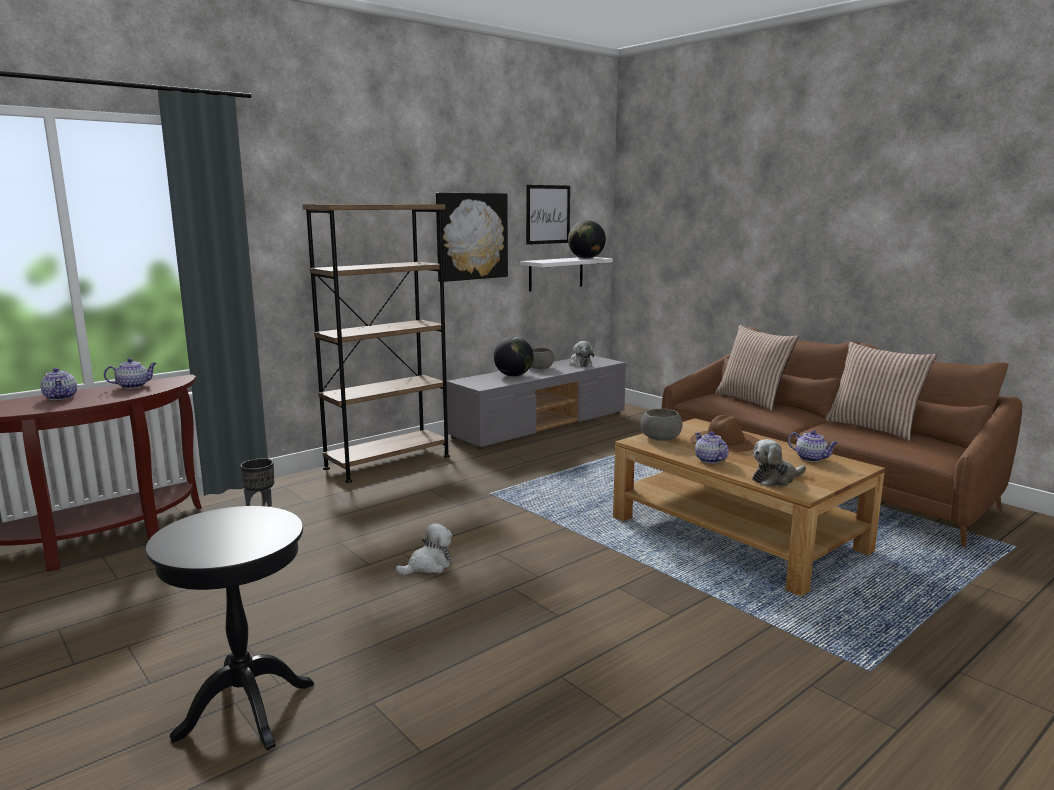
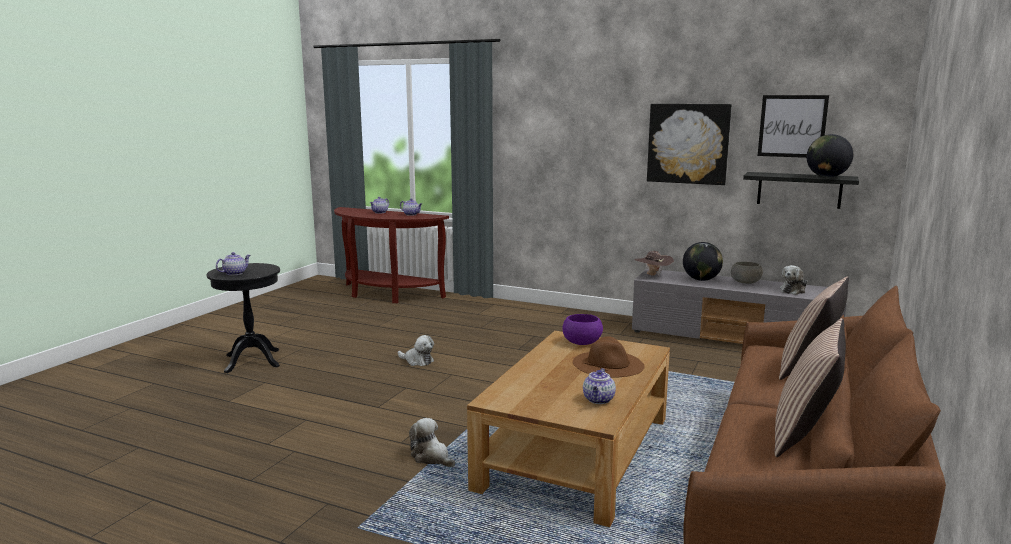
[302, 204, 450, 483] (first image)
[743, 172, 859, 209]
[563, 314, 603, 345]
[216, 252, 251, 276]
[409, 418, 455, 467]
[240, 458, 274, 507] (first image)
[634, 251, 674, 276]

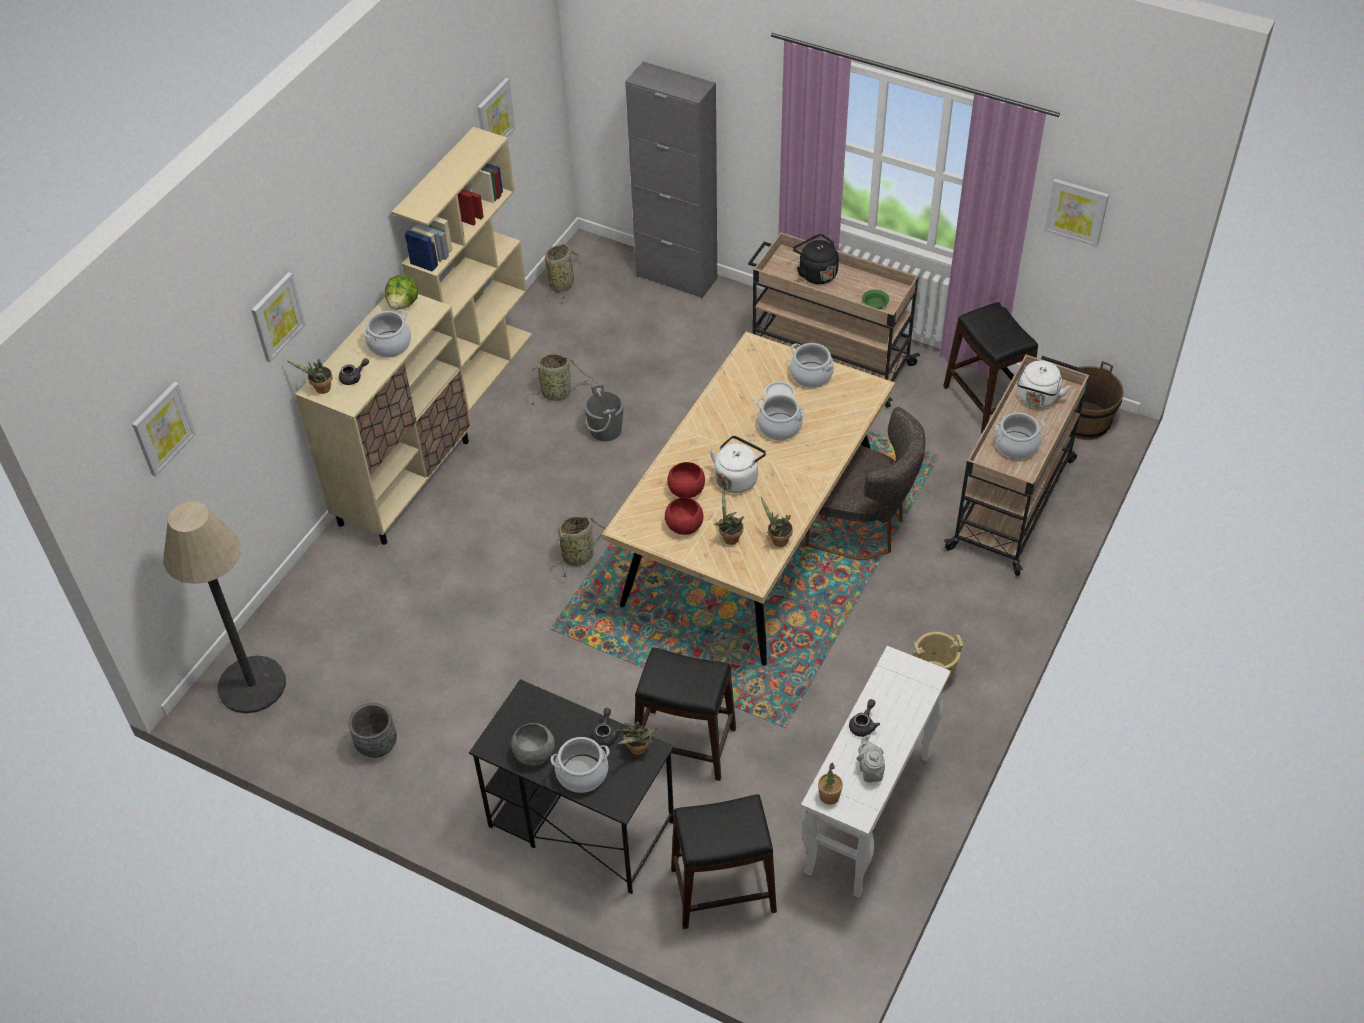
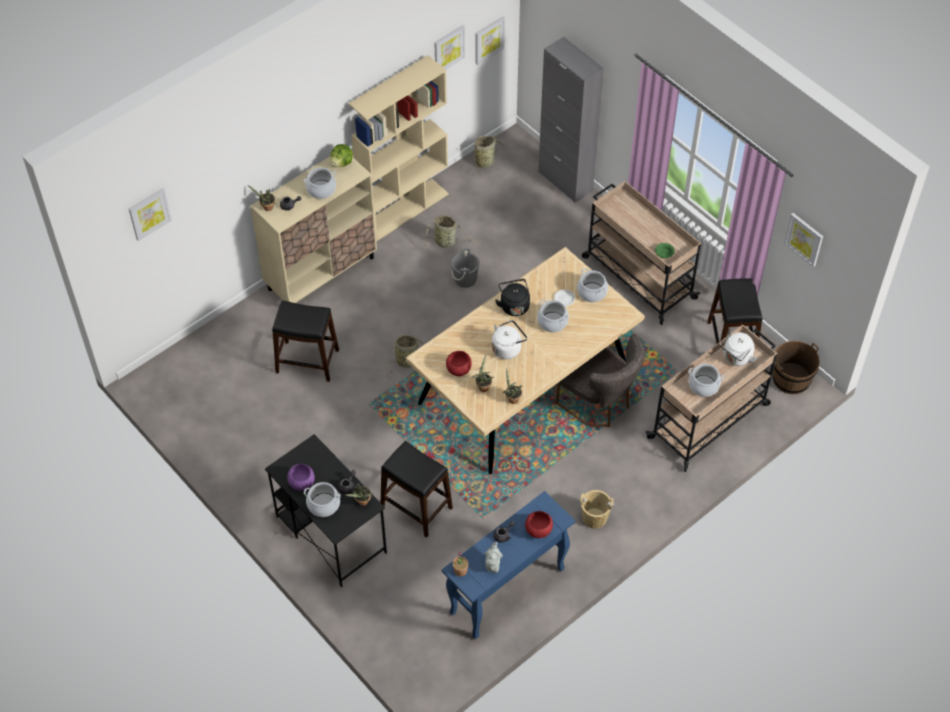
[495, 279, 530, 316]
[476, 17, 505, 65]
[525, 511, 553, 538]
[163, 501, 286, 713] (first image)
[442, 491, 575, 639]
[348, 703, 397, 758] (first image)
[287, 464, 315, 491]
[272, 301, 339, 382]

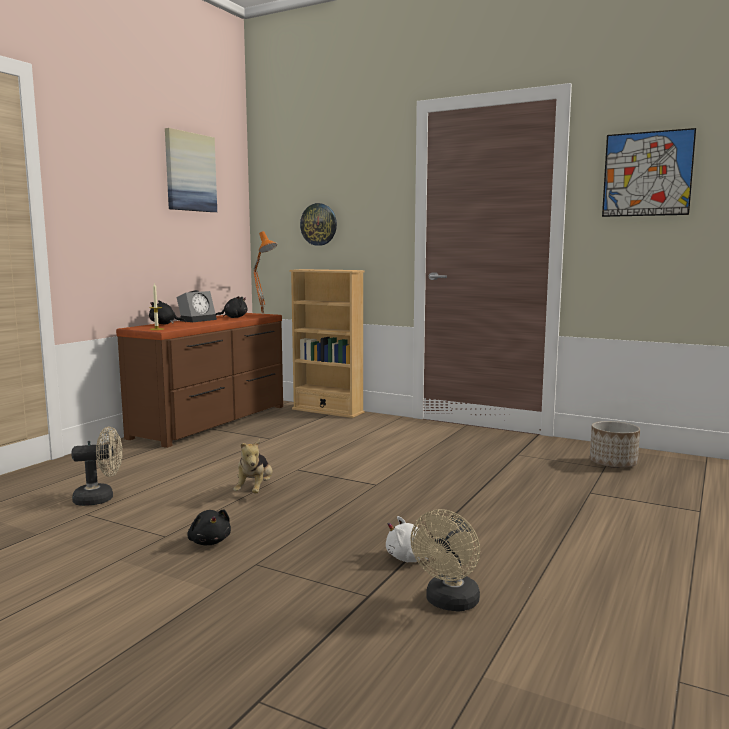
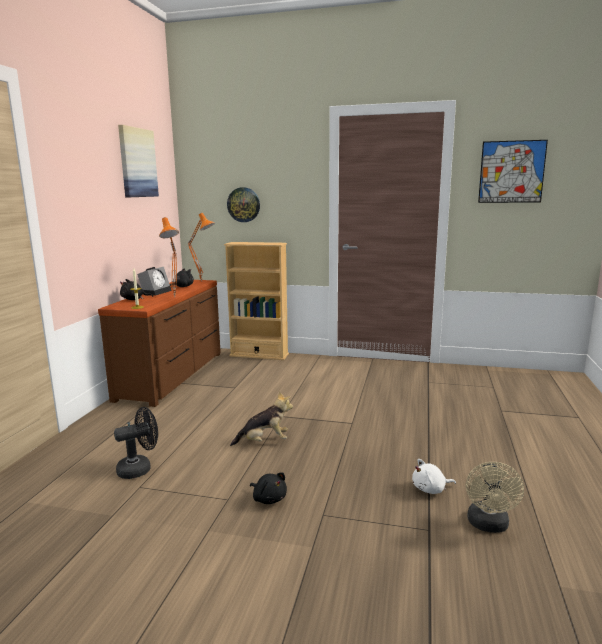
[590, 421, 640, 468] (first image)
[114, 407, 158, 479]
[230, 391, 293, 446]
[159, 217, 179, 297]

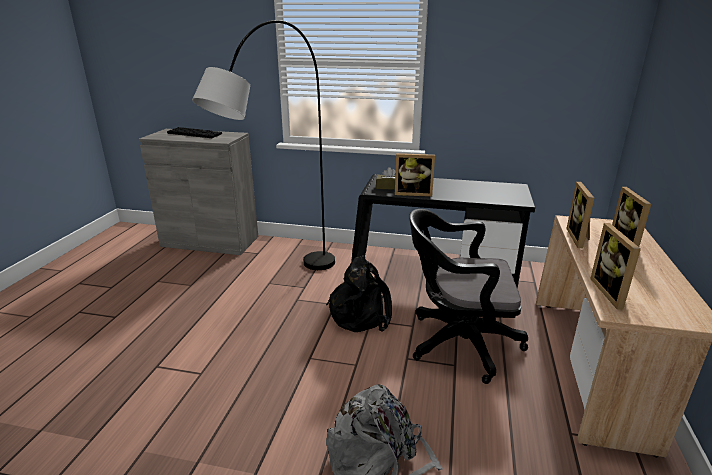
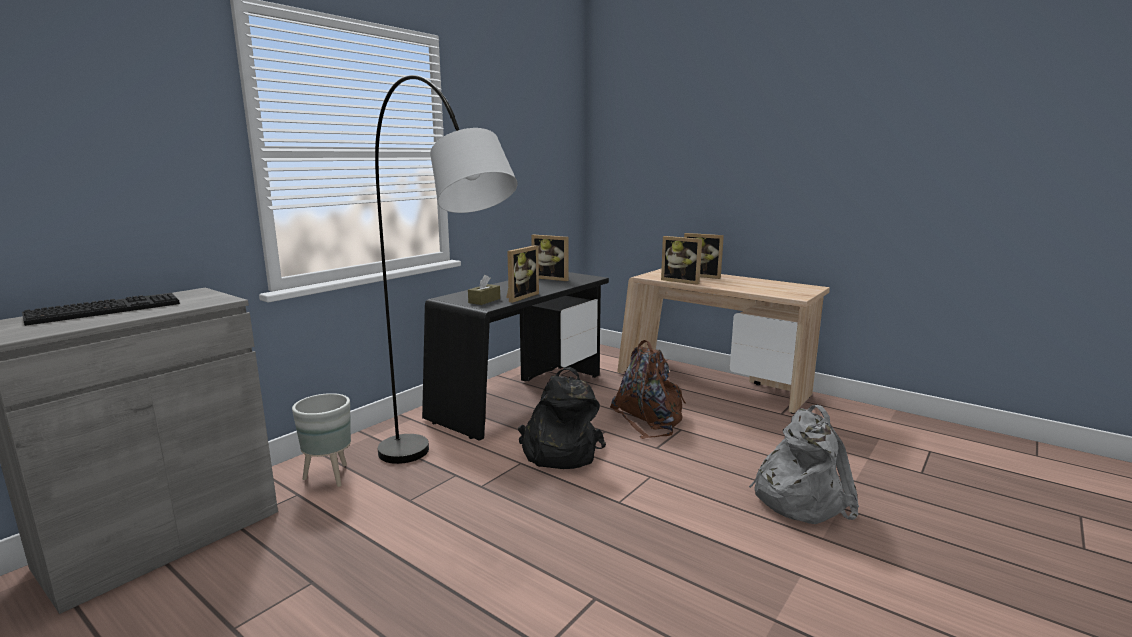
[610, 340, 686, 439]
[531, 235, 568, 281]
[292, 393, 351, 487]

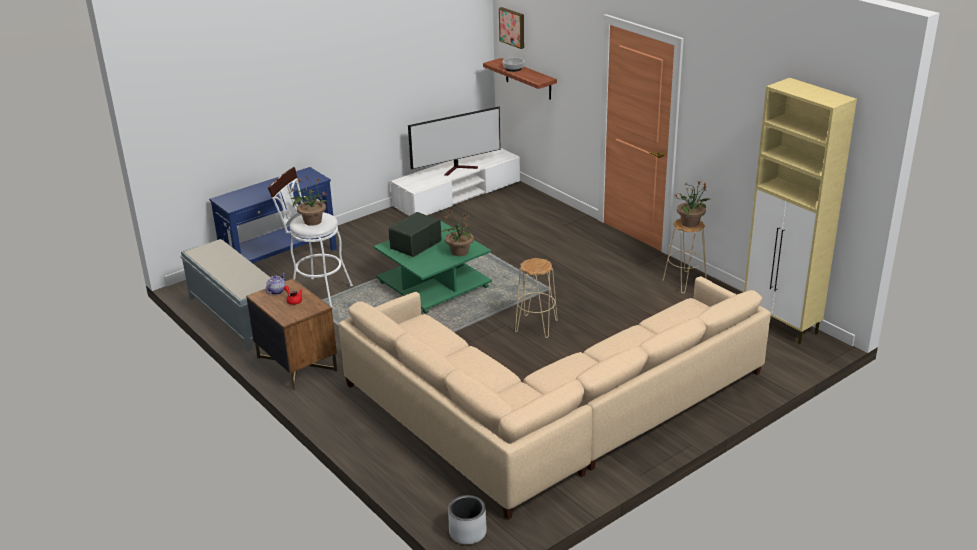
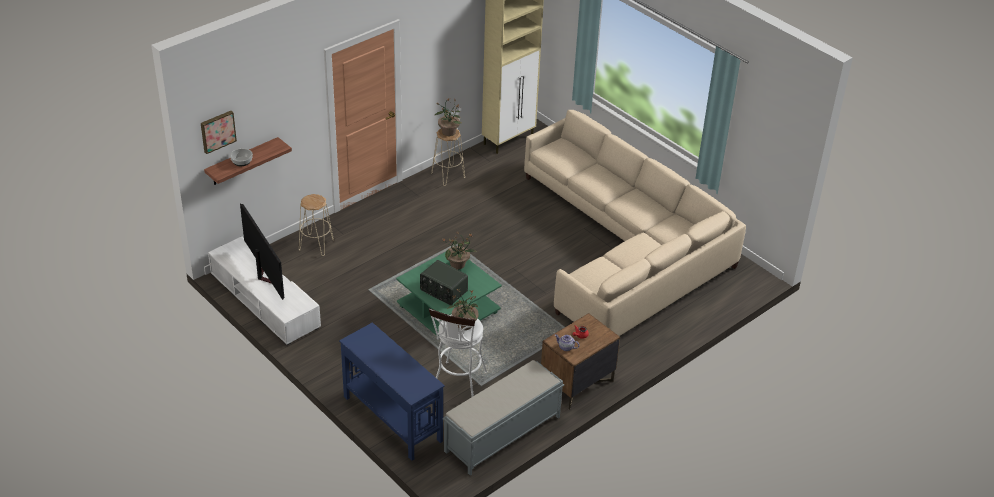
[299, 194, 334, 256]
[448, 495, 487, 544] (first image)

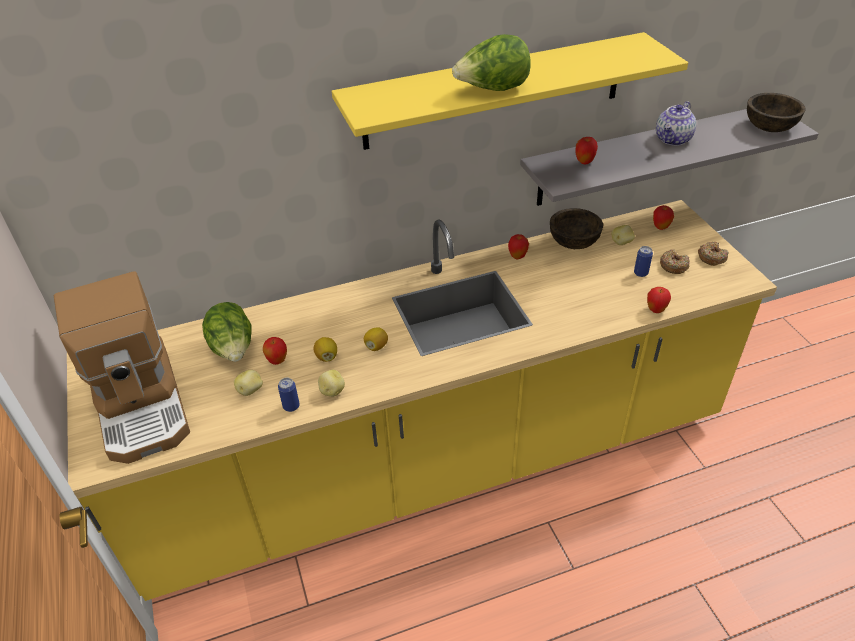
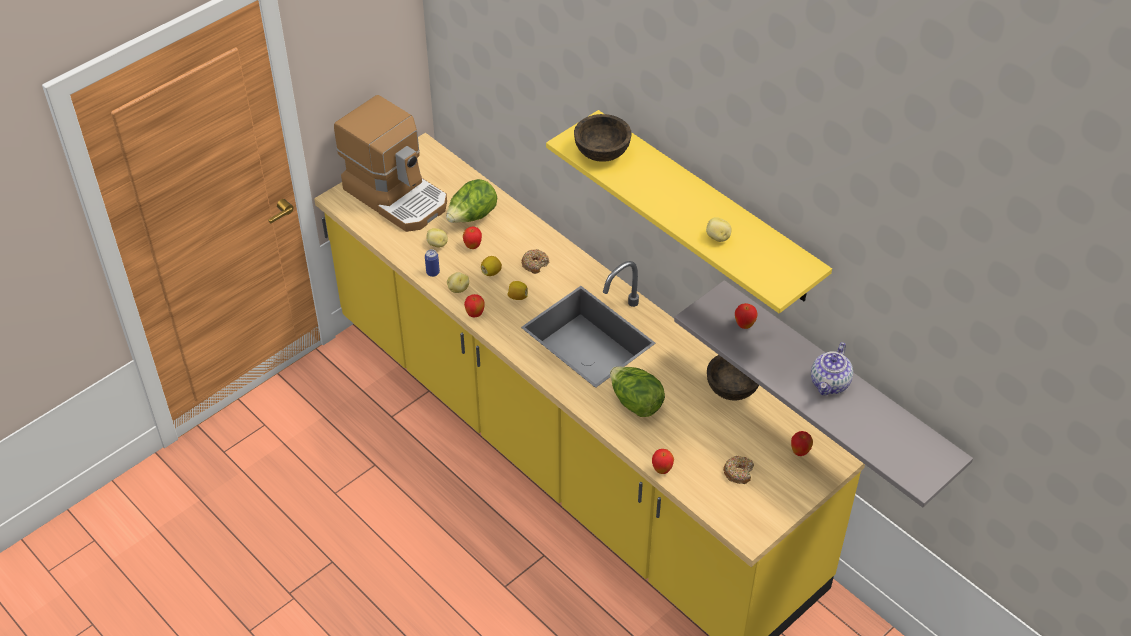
[610, 366, 665, 417]
[574, 114, 631, 162]
[811, 342, 853, 395]
[706, 217, 732, 242]
[464, 294, 485, 317]
[521, 249, 549, 274]
[634, 246, 653, 277] (first image)
[334, 95, 447, 232]

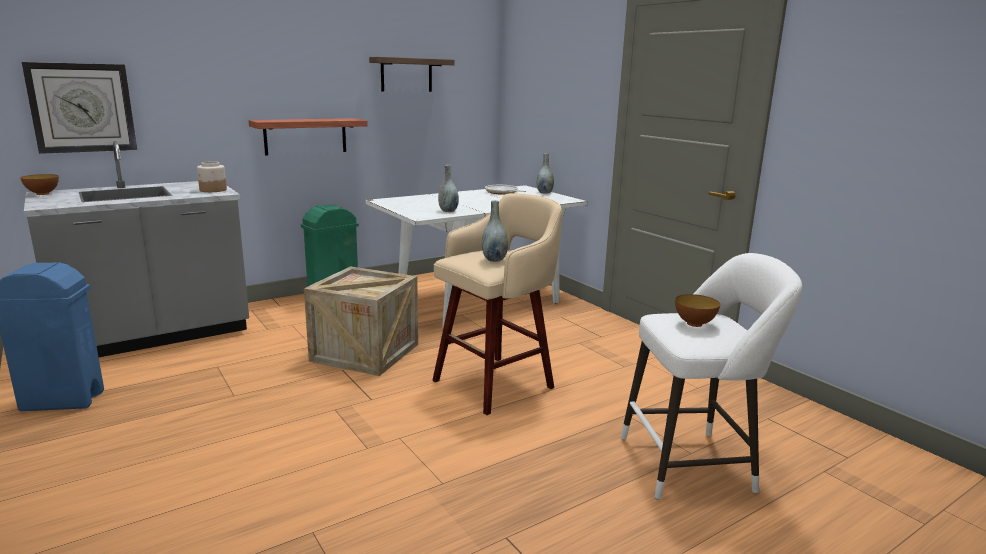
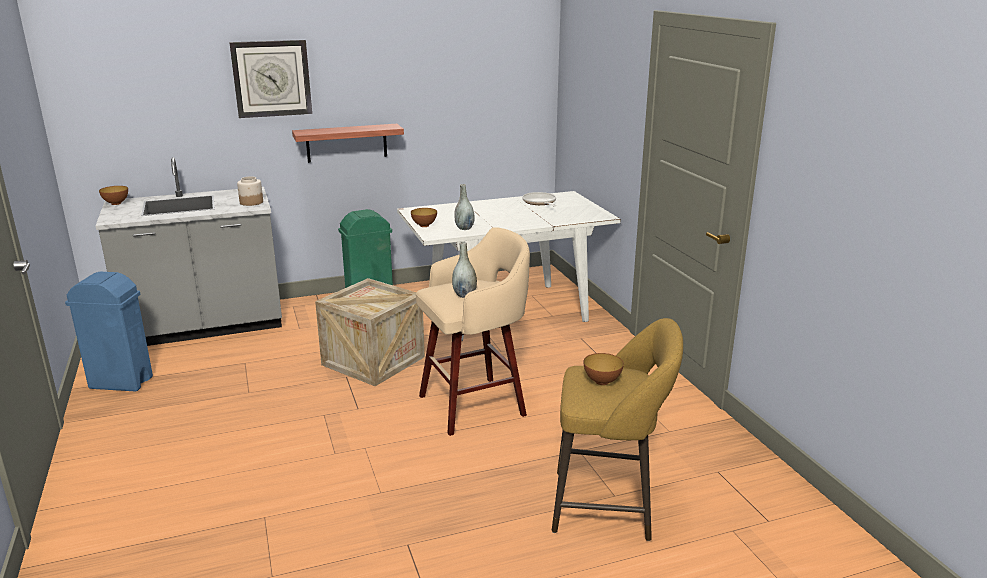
[369, 57, 454, 92] (first image)
[229, 40, 312, 118]
[537, 153, 554, 194] (first image)
[552, 318, 683, 541]
[411, 208, 437, 227]

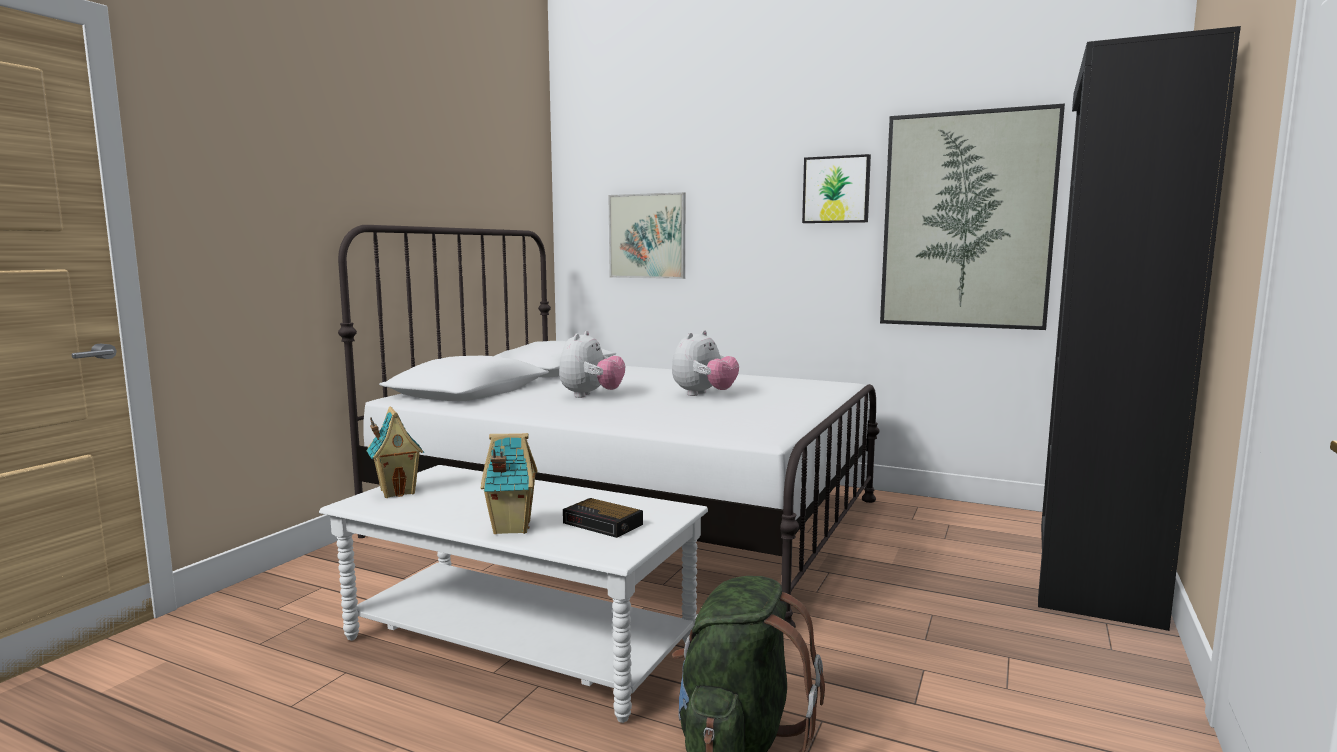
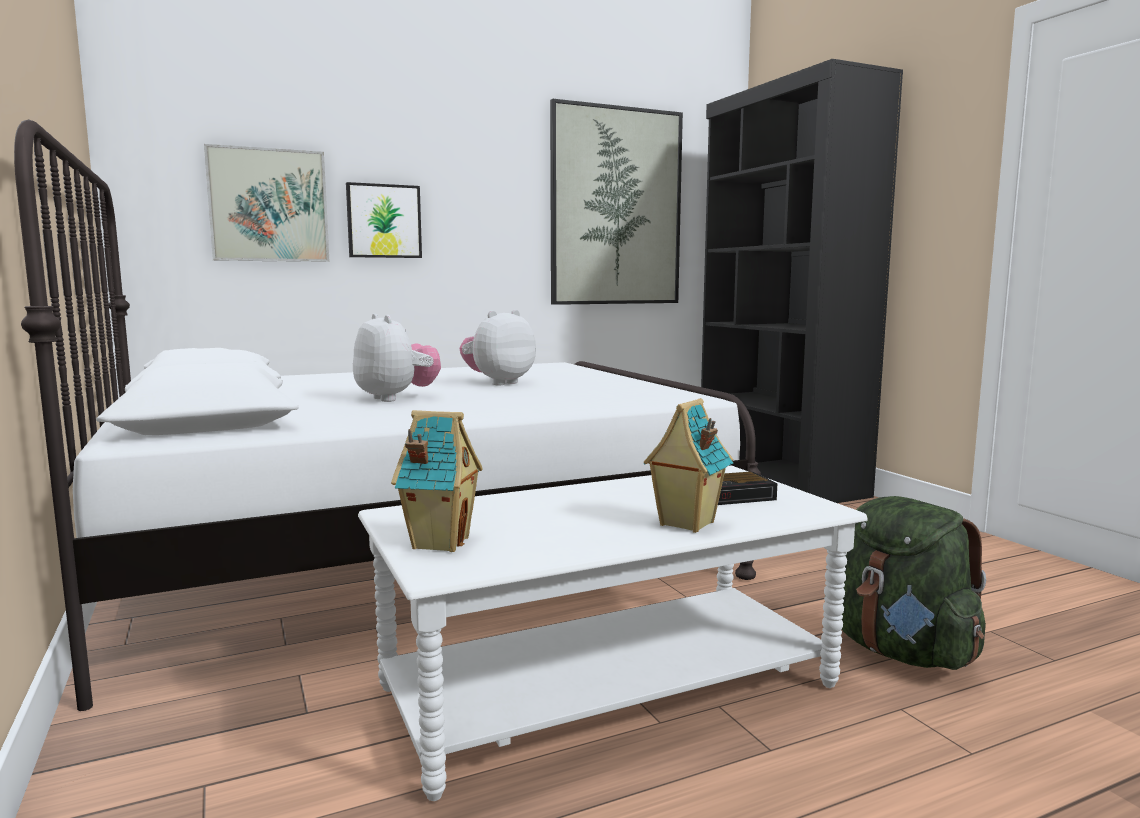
[346, 182, 422, 258]
[459, 309, 536, 385]

